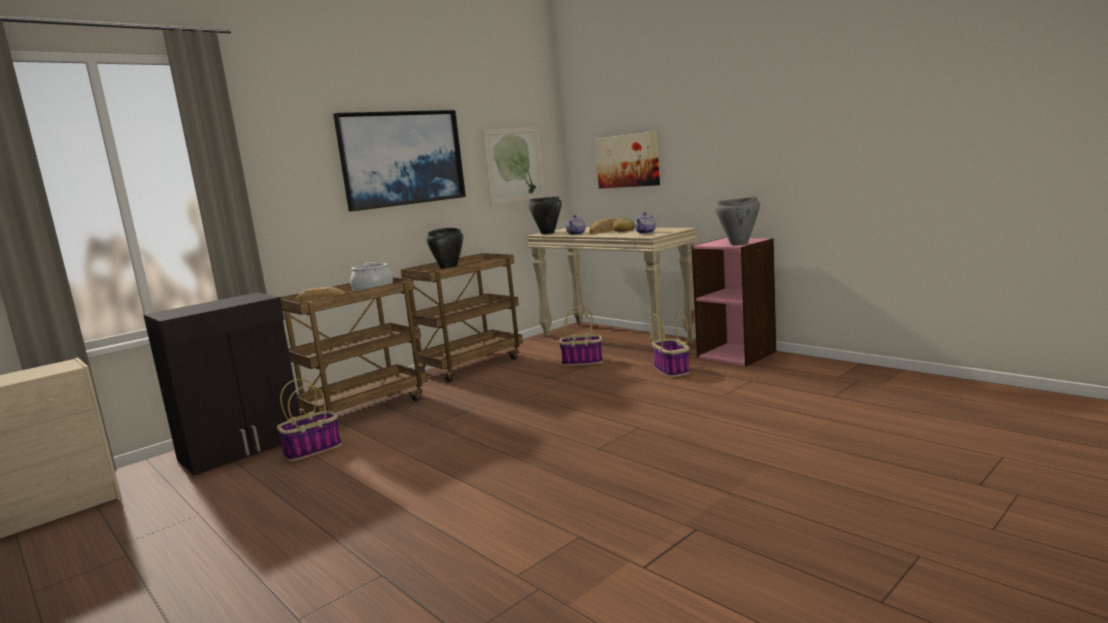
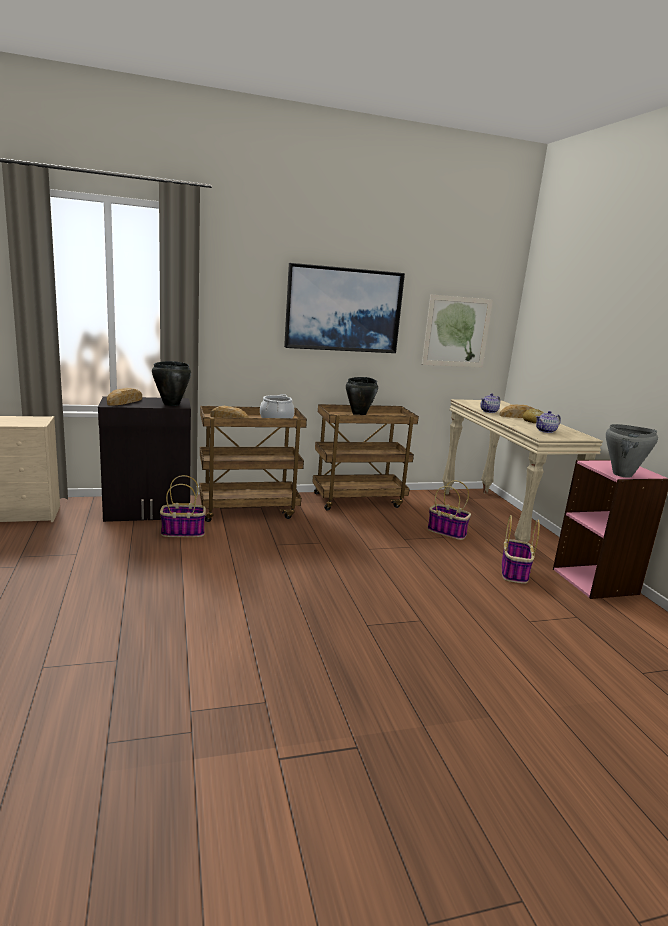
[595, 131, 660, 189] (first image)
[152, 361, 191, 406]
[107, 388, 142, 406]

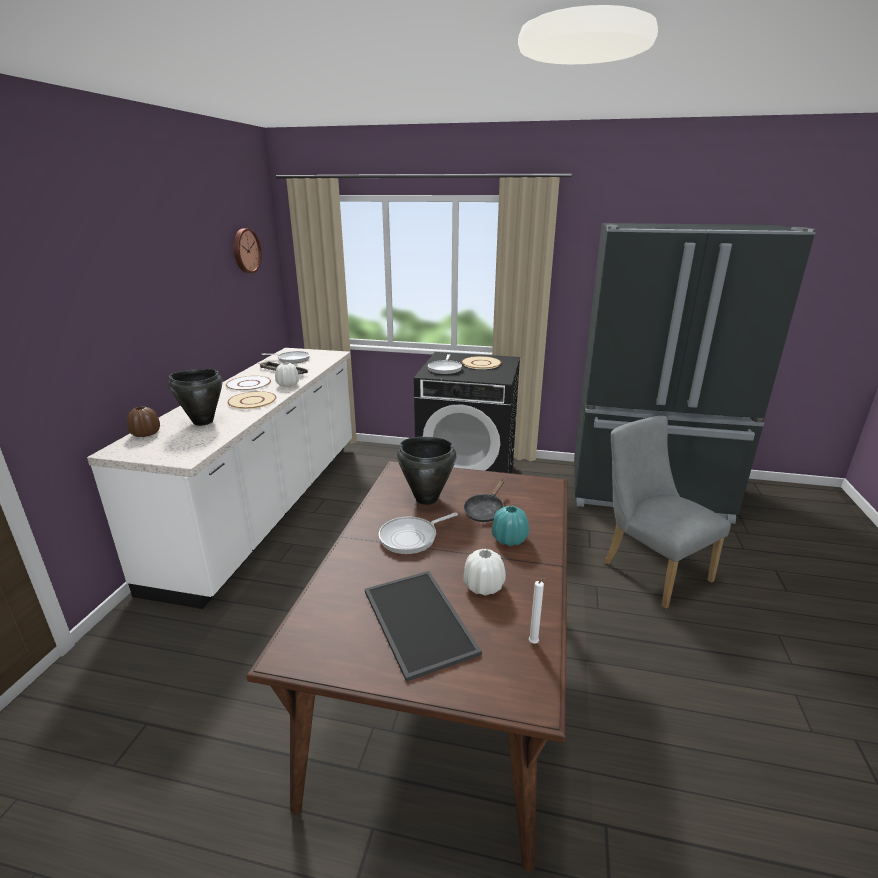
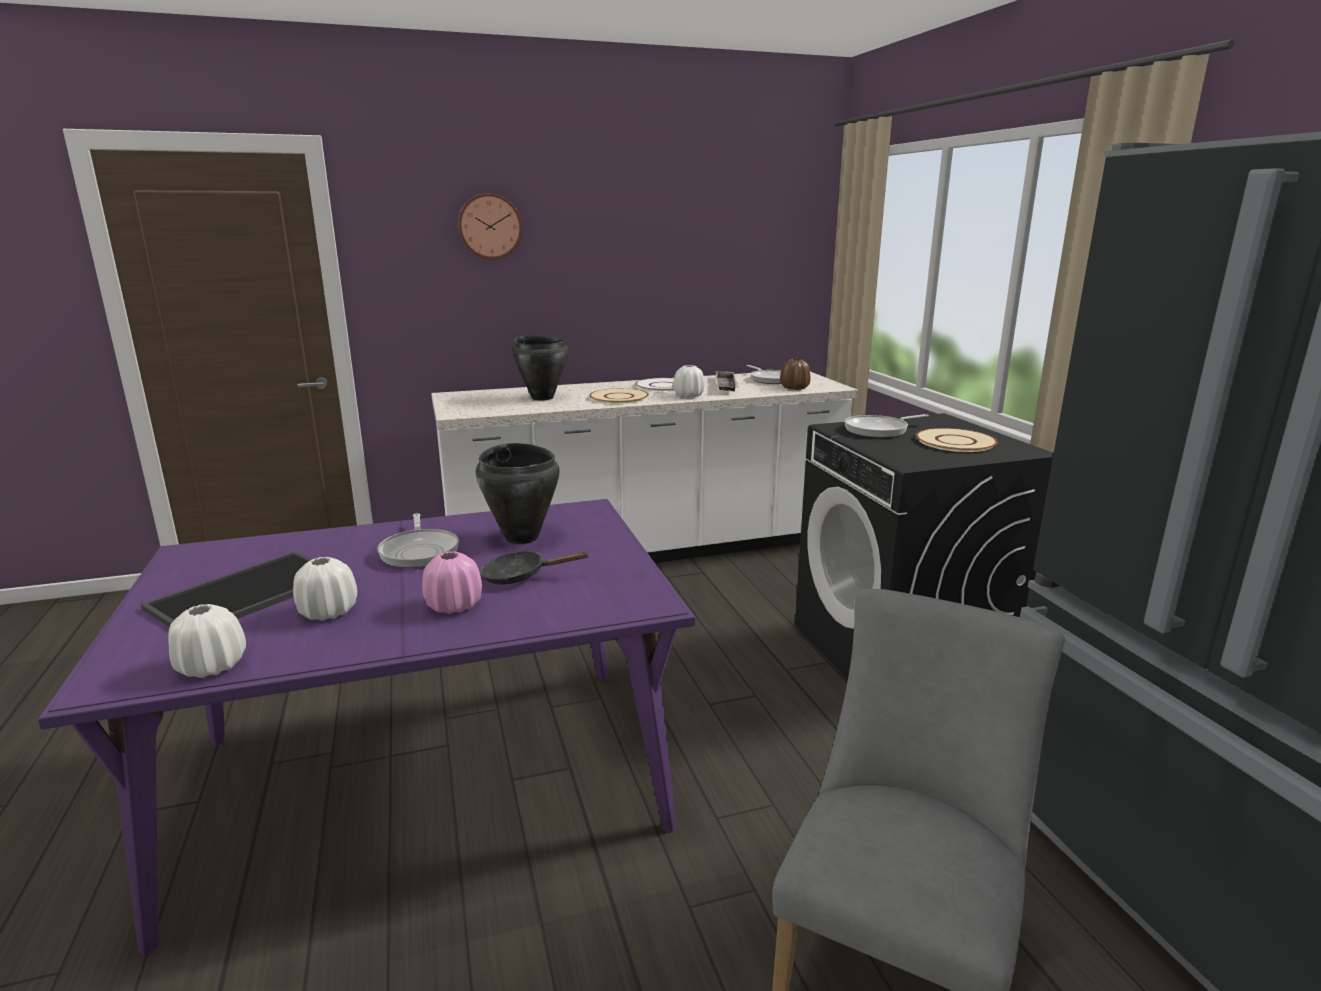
[458, 193, 522, 260]
[780, 359, 810, 390]
[38, 499, 695, 956]
[422, 551, 482, 614]
[377, 513, 459, 568]
[168, 604, 246, 678]

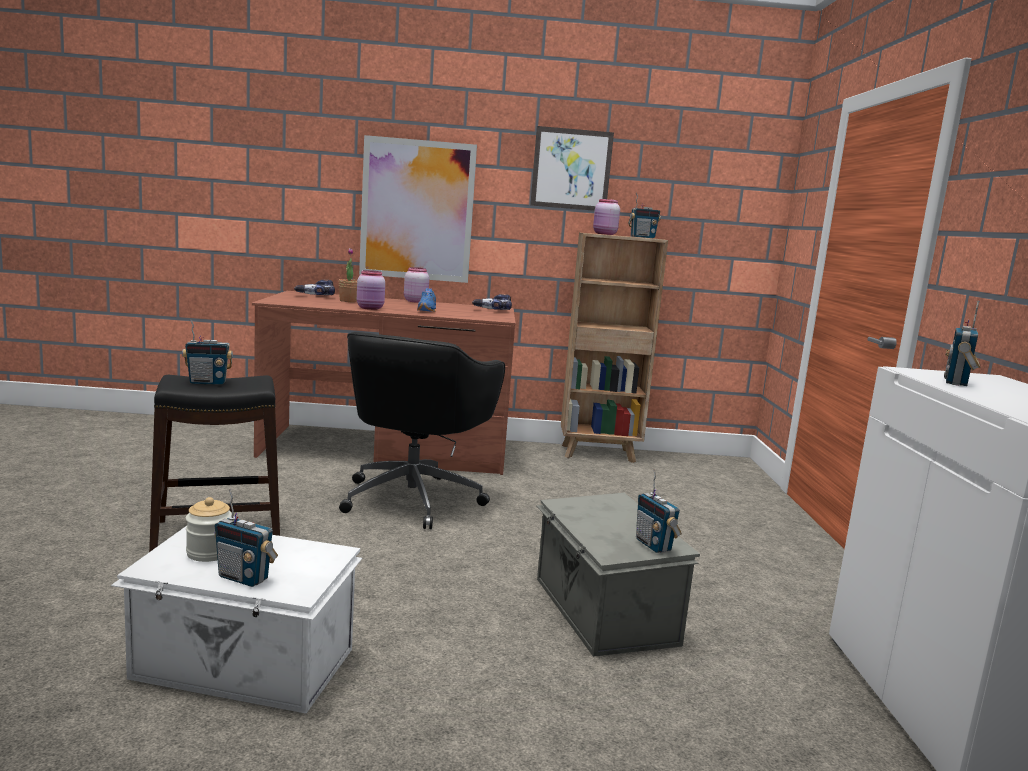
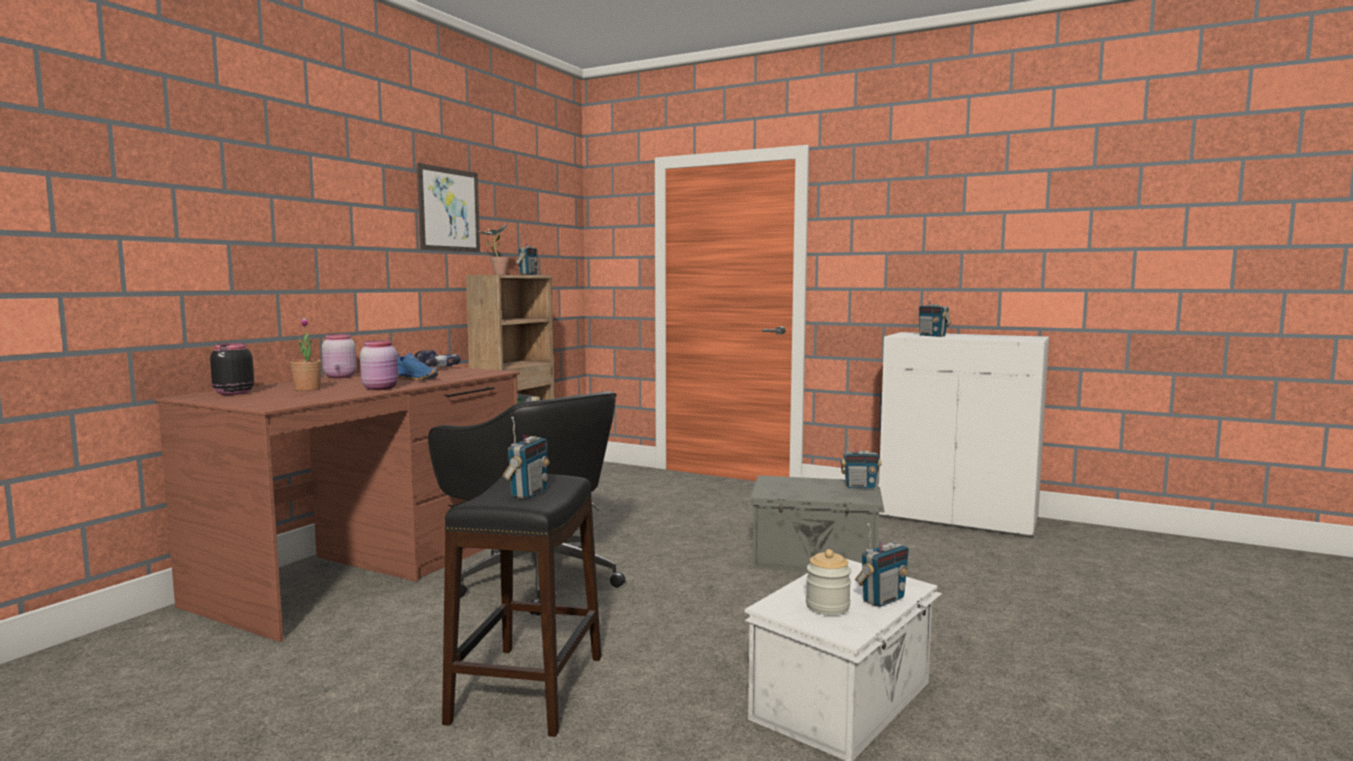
[359, 135, 477, 283] (first image)
[477, 224, 510, 275]
[210, 343, 254, 395]

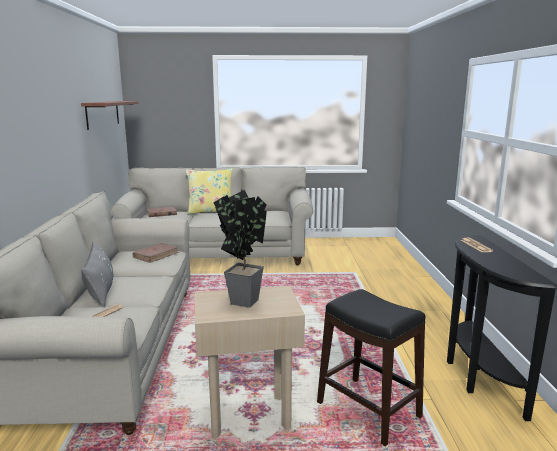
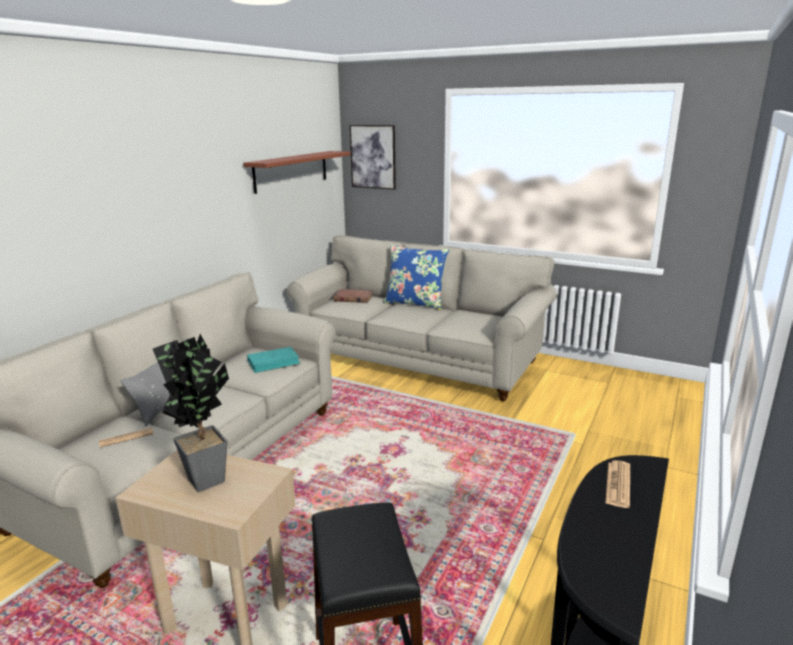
[383, 245, 449, 310]
[247, 347, 301, 373]
[350, 125, 396, 190]

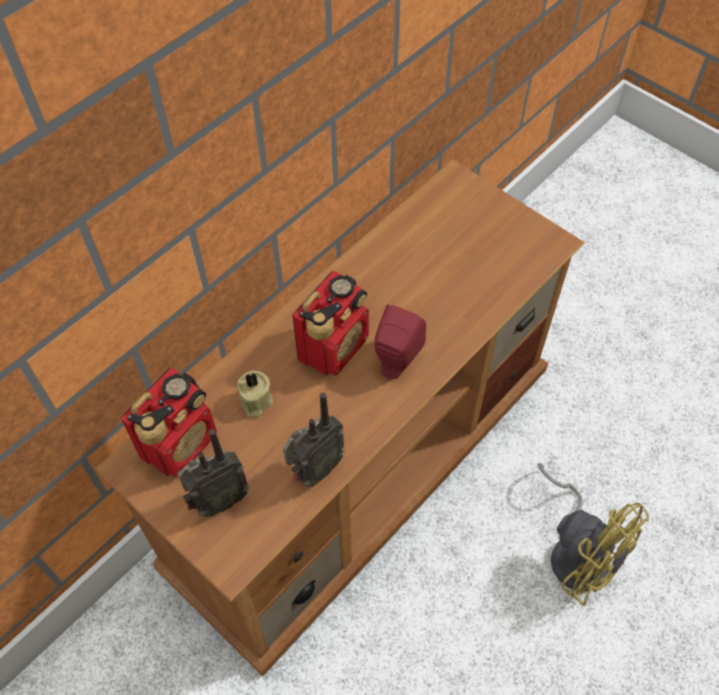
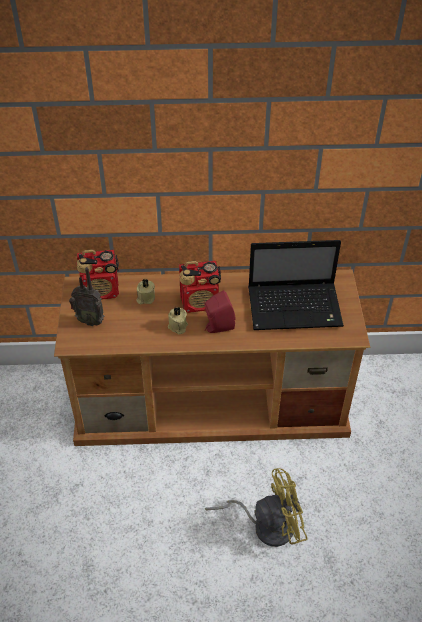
[283, 393, 345, 487] (first image)
[205, 468, 308, 547]
[248, 240, 344, 330]
[168, 307, 188, 334]

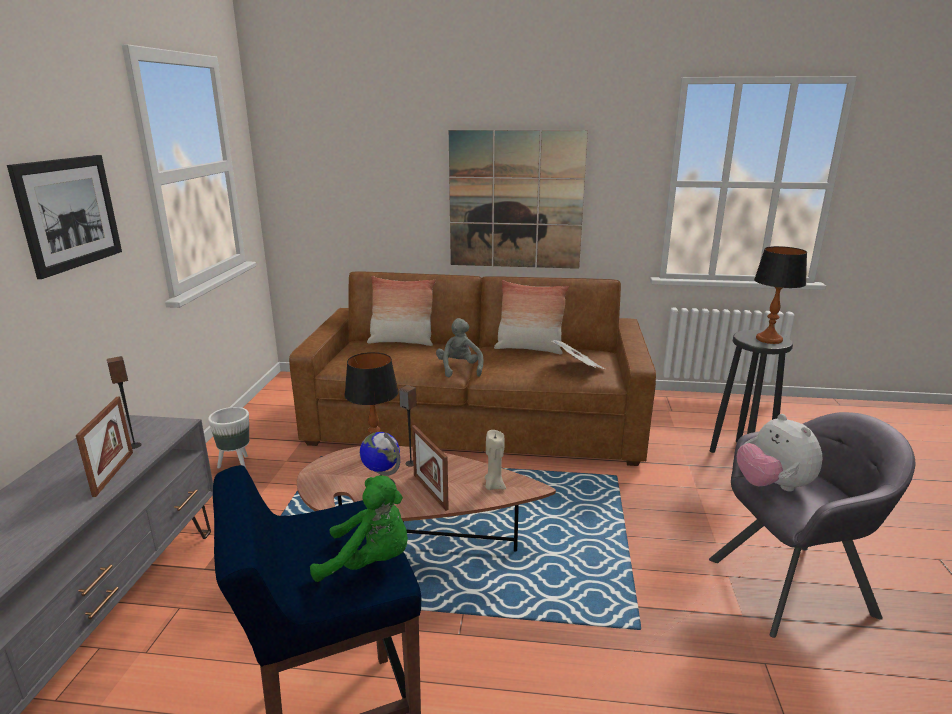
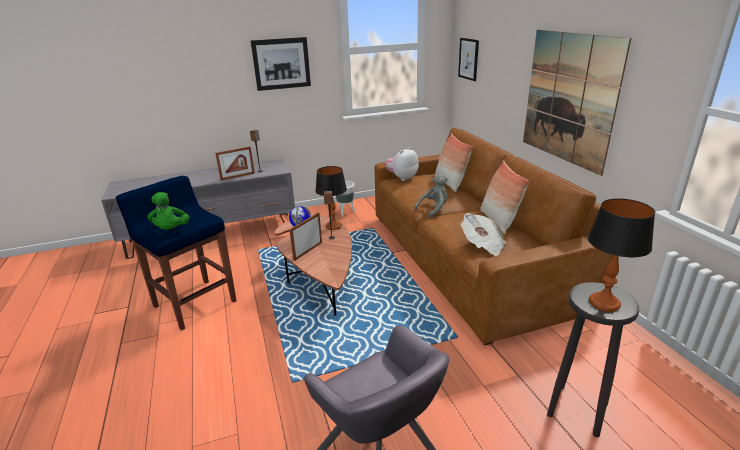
[385, 147, 419, 181]
[485, 430, 506, 490] (first image)
[458, 38, 479, 81]

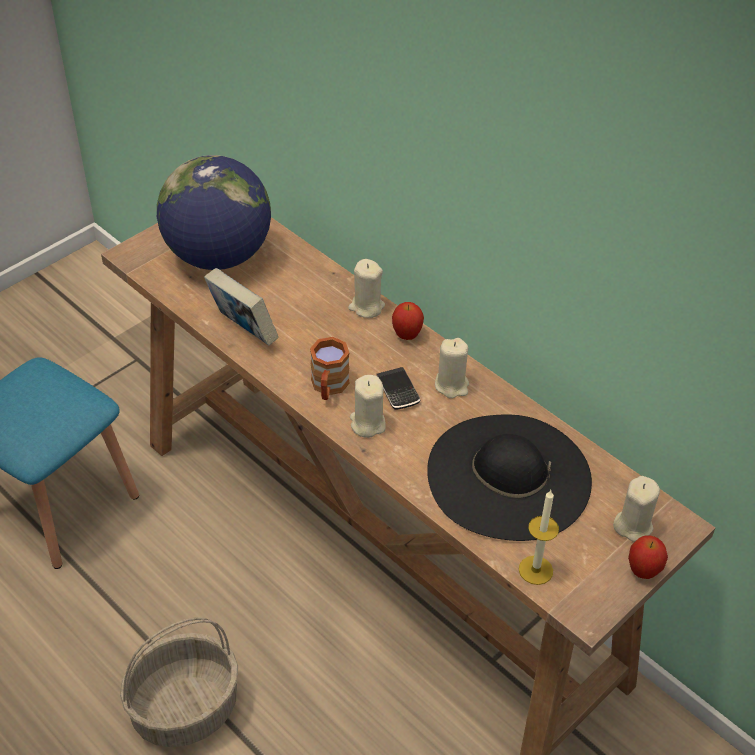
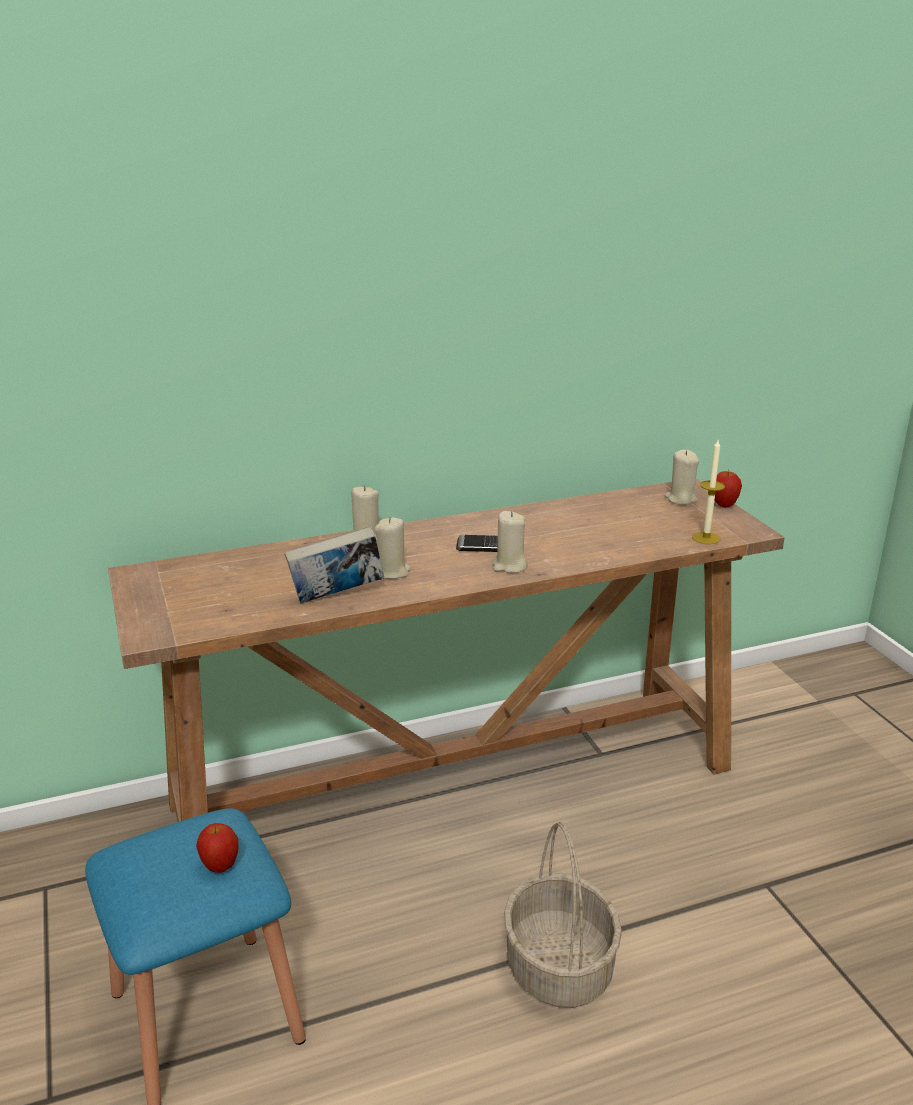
[157, 155, 271, 270] (first image)
[196, 823, 238, 873]
[310, 337, 350, 400] (first image)
[375, 517, 411, 579]
[427, 415, 592, 541] (first image)

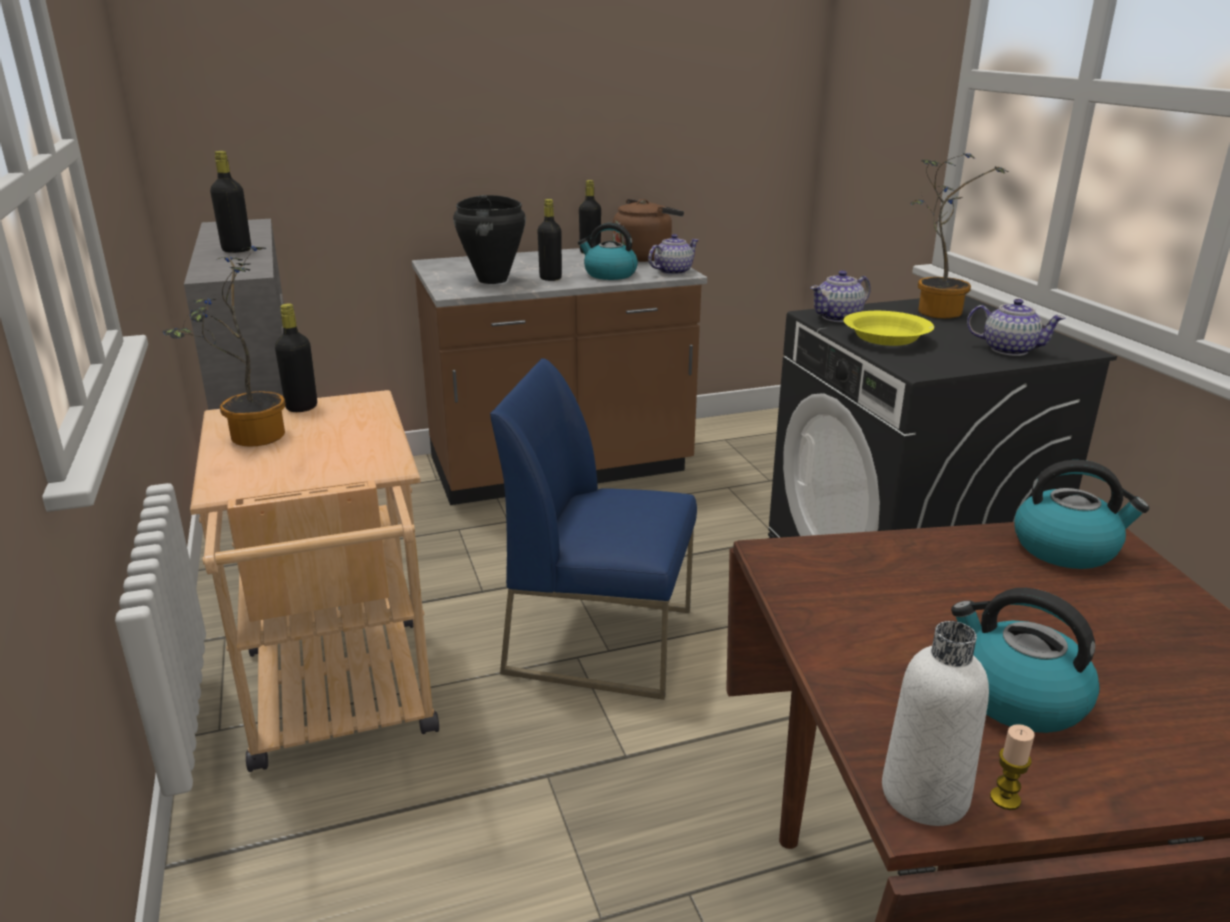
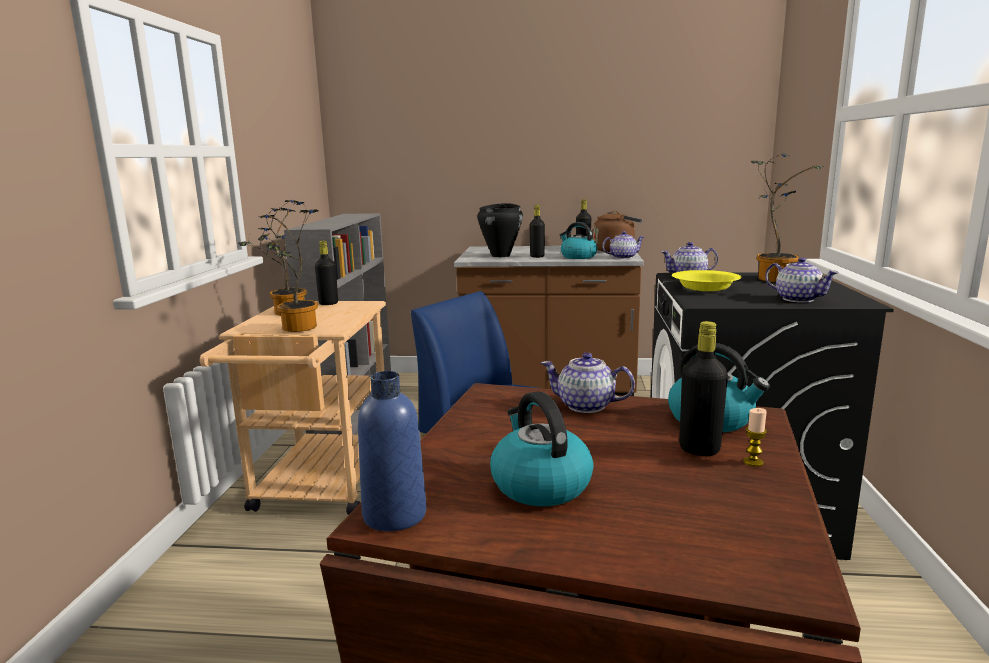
[679, 321, 728, 456]
[358, 371, 426, 531]
[743, 408, 767, 467]
[259, 202, 319, 332]
[541, 352, 635, 413]

